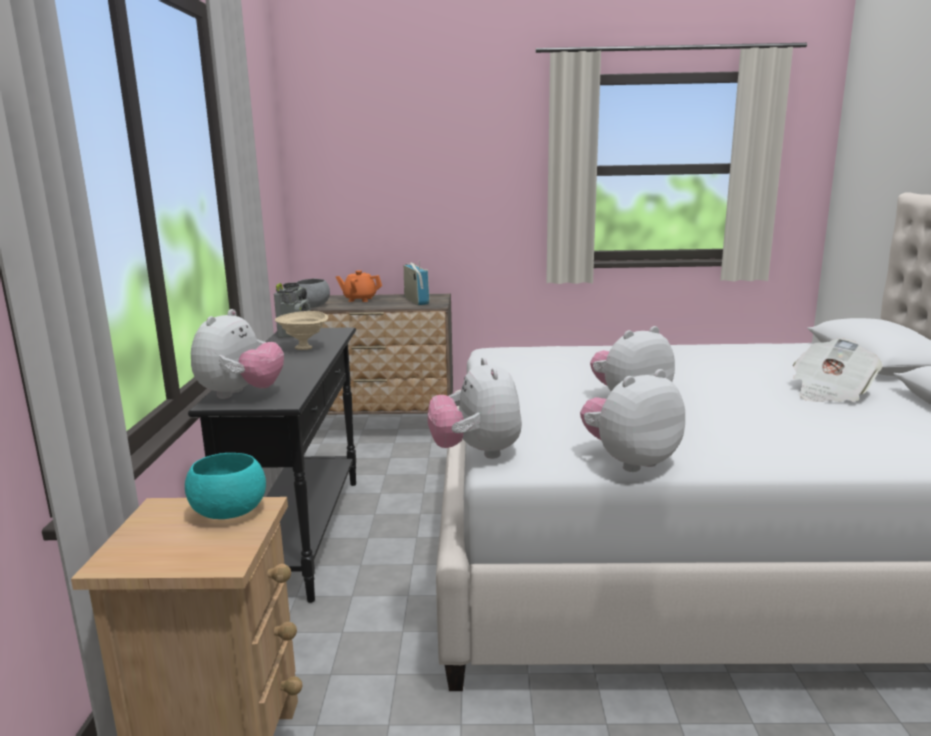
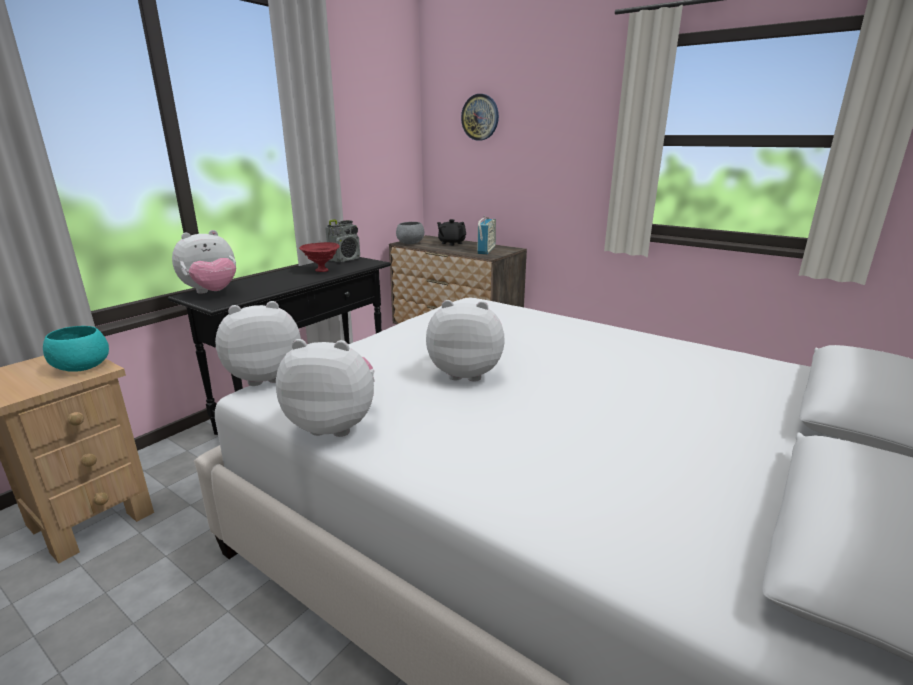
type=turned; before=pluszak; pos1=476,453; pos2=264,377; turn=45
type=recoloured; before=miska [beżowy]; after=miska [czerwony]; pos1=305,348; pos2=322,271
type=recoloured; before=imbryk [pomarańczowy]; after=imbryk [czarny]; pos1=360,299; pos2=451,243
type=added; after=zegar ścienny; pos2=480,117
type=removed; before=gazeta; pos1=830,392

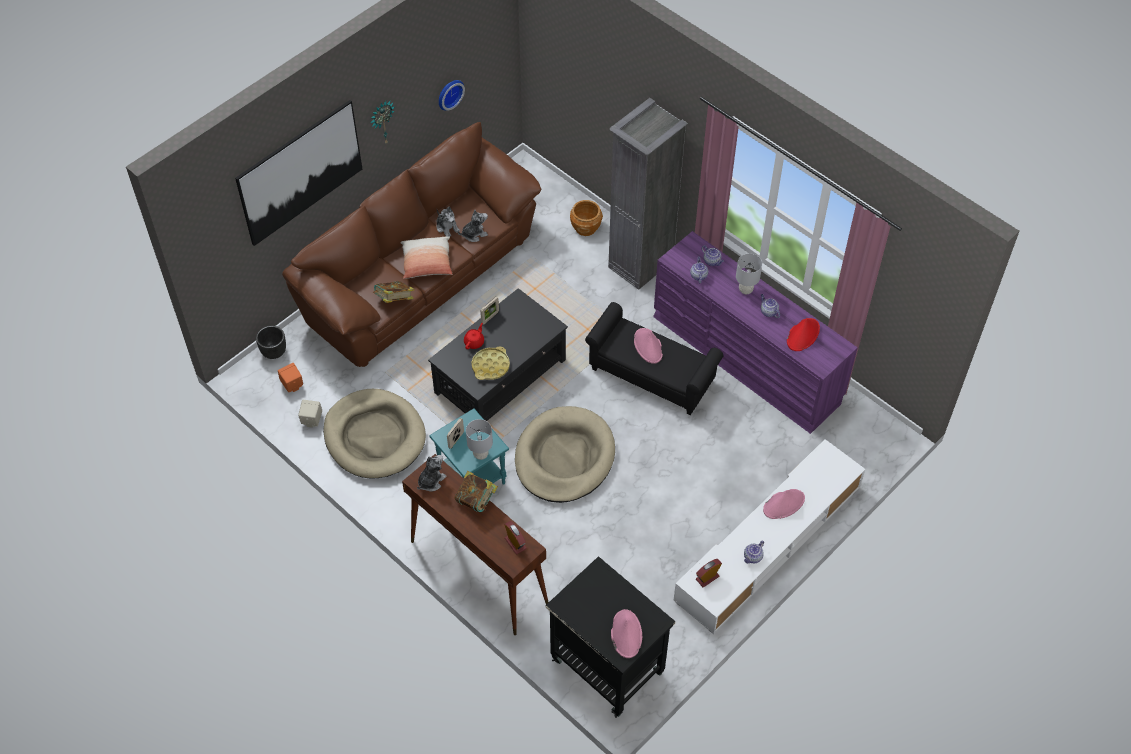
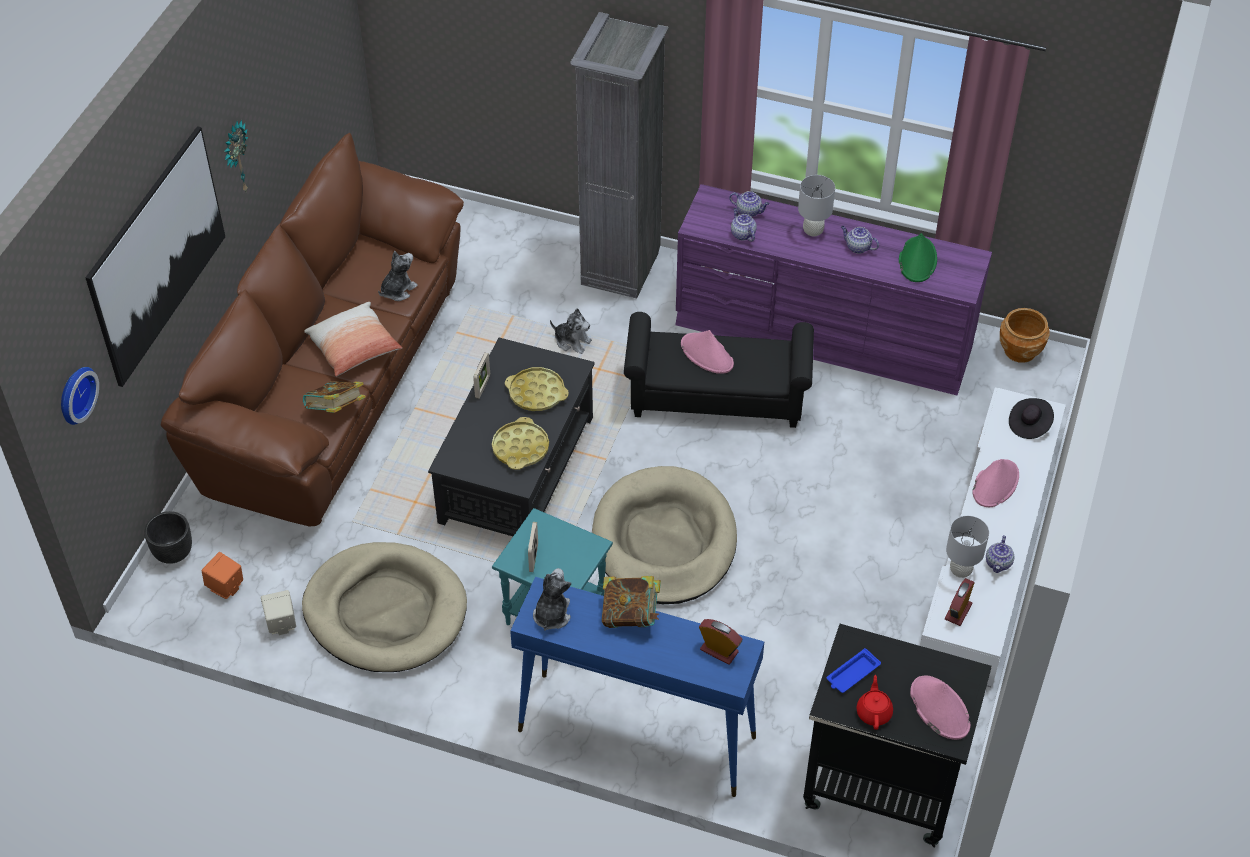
type=moved; before=zegar ścienny; pos1=449,93; pos2=74,394
type=added; after=taca [żółty]; pos2=536,393
type=recoloured; before=stolik konsolowy [brązowy]; after=stolik konsolowy [niebieski]; pos1=478,571; pos2=635,733
type=moved; before=pluszak; pos1=447,227; pos2=572,341
type=added; after=taca [niebieski]; pos2=852,674
type=moved; before=imbryk [czerwony]; pos1=474,342; pos2=874,712
type=recoloured; before=kapelusz [czerwony]; after=kapelusz [zielony]; pos1=803,335; pos2=917,260
type=moved; before=lampa stołowa [szary]; pos1=481,454; pos2=961,570
type=moved; before=donica [brązowy]; pos1=586,228; pos2=1020,350
type=added; after=kapelusz [czarny]; pos2=1029,425

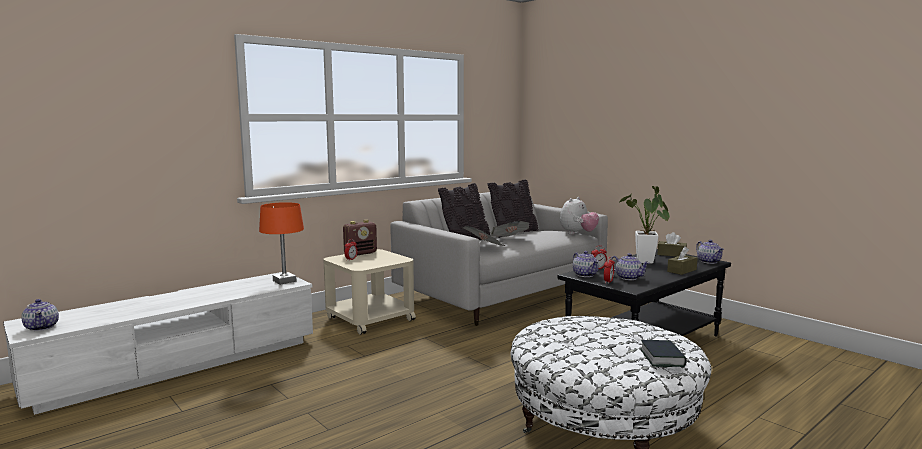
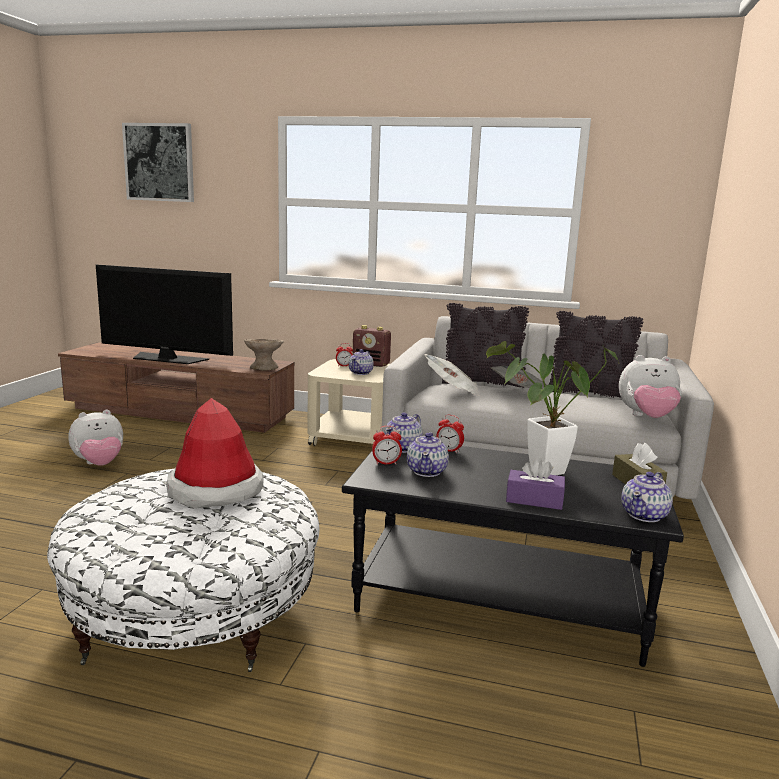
type=recoloured; before=szafka pod telewizor [biały]; after=szafka pod telewizor [brązowy]; pos1=179,365; pos2=179,413
type=added; after=pluszak; pos2=99,464
type=added; after=telewizor; pos2=167,359
type=added; after=obraz; pos2=159,162
type=added; after=kapelusz; pos2=216,490
type=replaced; before=lampa stołowa [pomarańczowy]; after=miska [beżowy]; pos1=284,281; pos2=264,367
type=moved; before=imbryk; pos1=42,327; pos2=361,373
type=recoloured; before=pudełko chusteczek [brązowy]; after=pudełko chusteczek [fioletowy]; pos1=682,270; pos2=534,500
type=removed; before=książka; pos1=662,358

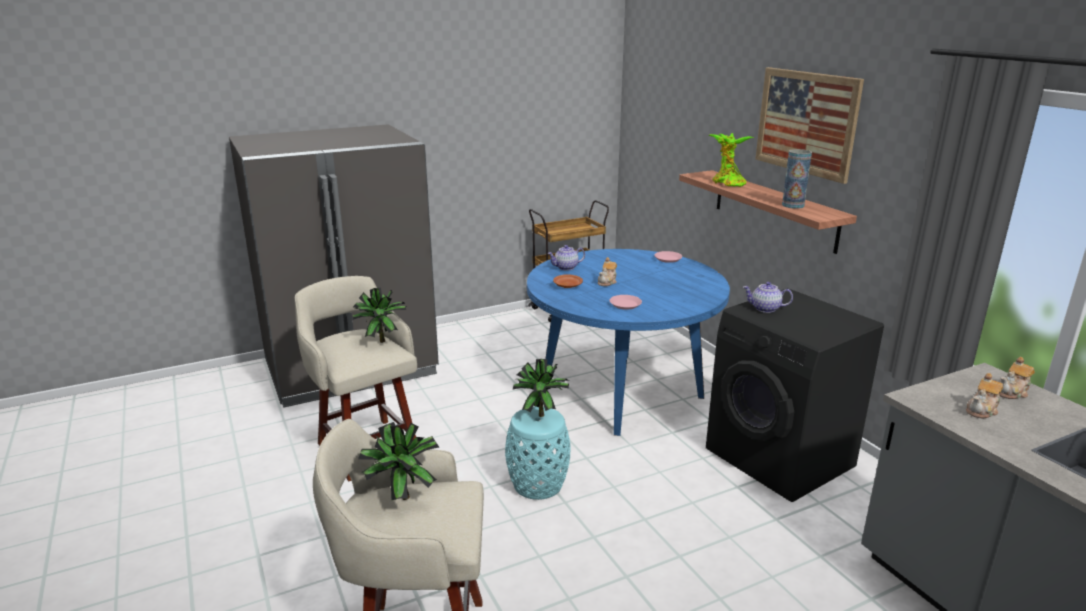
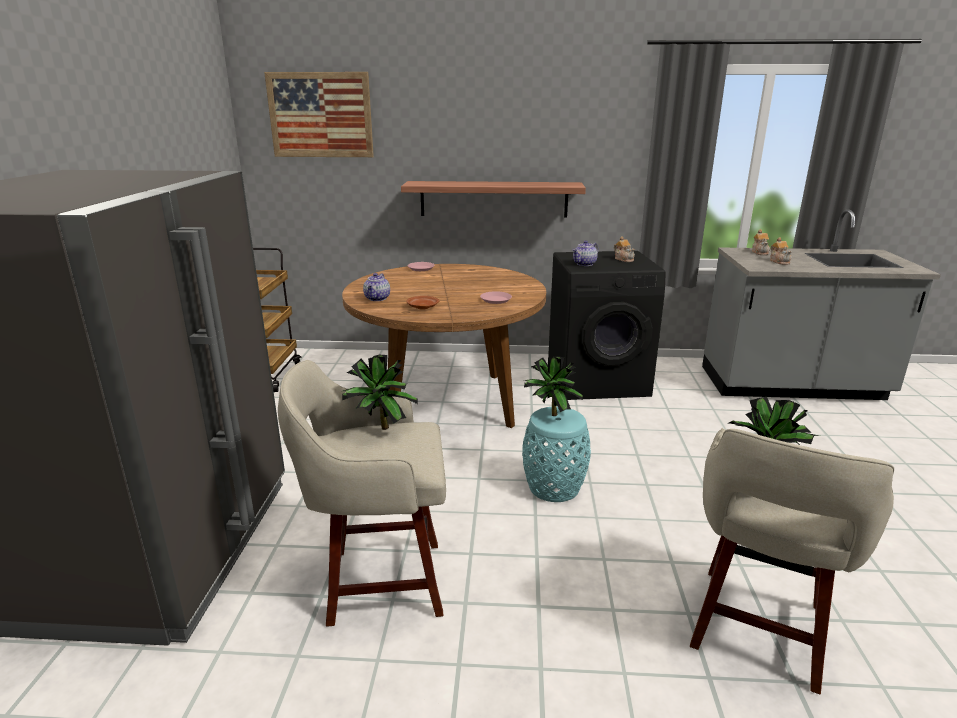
type=moved; before=obraz; pos1=806,122; pos2=320,115
type=recoloured; before=stół jadalny [niebieski]; after=stół jadalny [brązowy]; pos1=621,391; pos2=447,402
type=moved; before=imbryk; pos1=607,282; pos2=624,259
type=removed; before=roślina doniczkowa; pos1=727,183
type=removed; before=wazon; pos1=793,205

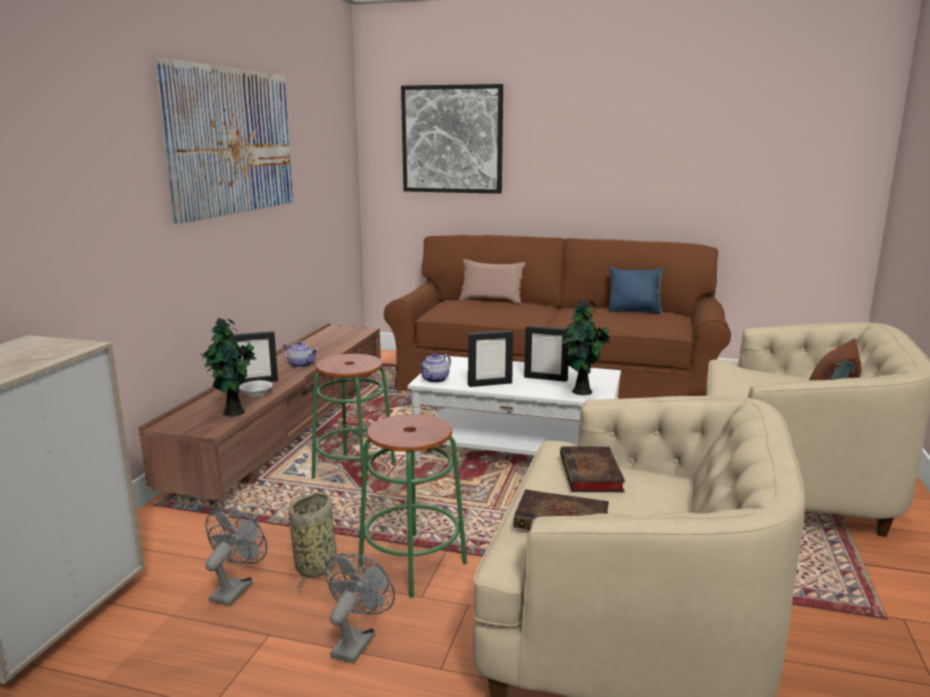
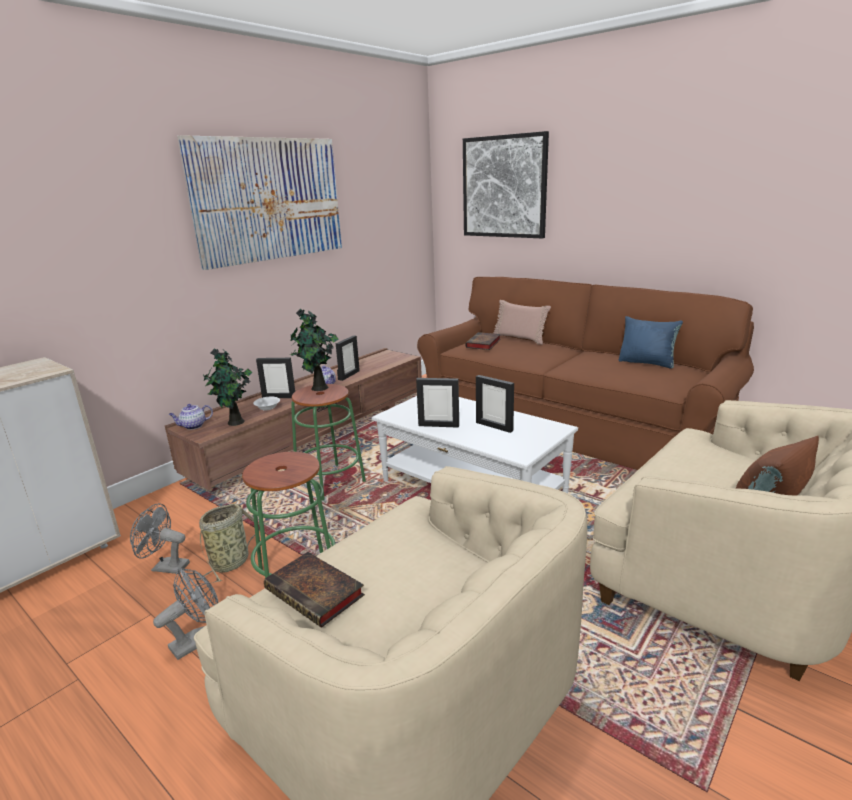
type=turned; before=wentylator [szary]; pos1=235,588; pos2=165,567; turn=-120
type=moved; before=imbryk; pos1=435,380; pos2=193,426
type=moved; before=roślina doniczkowa; pos1=582,392; pos2=318,388
type=added; after=ramka na zdjęcie; pos2=349,375
type=moved; before=książka; pos1=592,475; pos2=483,344

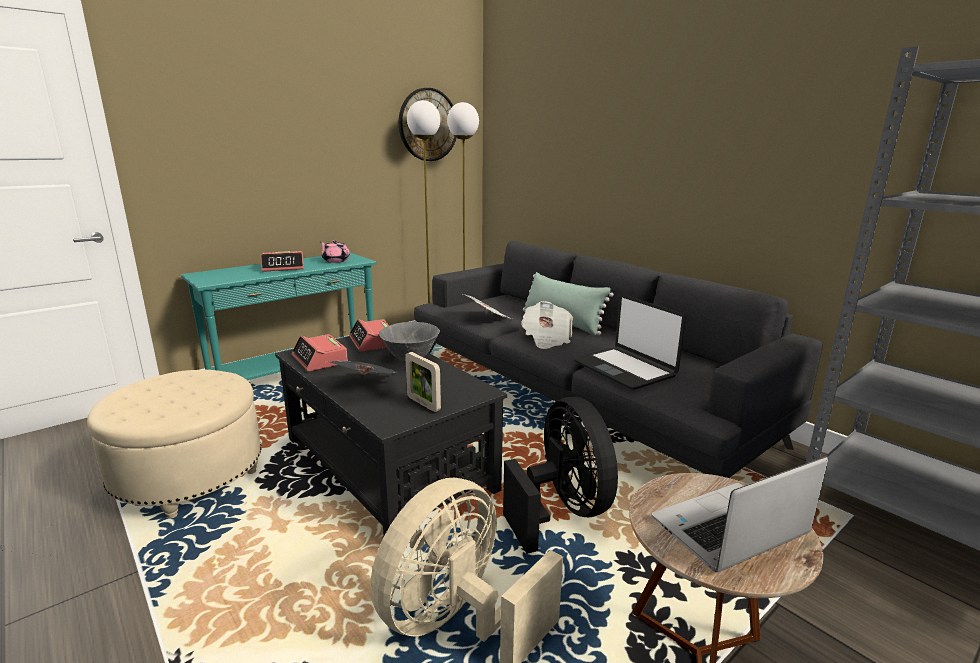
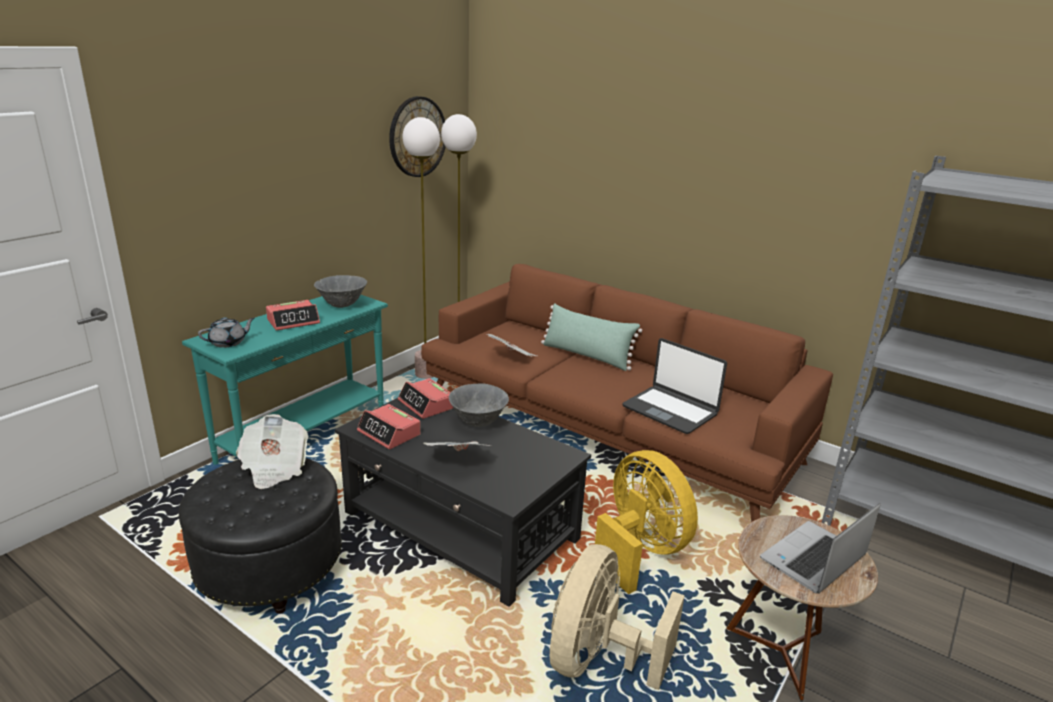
type=recoloured; before=pufa [beżowy]; after=pufa [czarny]; pos1=190,480; pos2=270,571
type=added; after=imbryk [szary]; pos2=228,342
type=moved; before=gazeta; pos1=546,339; pos2=274,467
type=replaced; before=imbryk [różowy]; after=miska [szary]; pos1=335,260; pos2=342,305
type=recoloured; before=kanapa [szary]; after=kanapa [brązowy]; pos1=577,396; pos2=606,429
type=recoloured; before=wentylator [czarny]; after=wentylator [żółty]; pos1=562,511; pos2=639,550
type=removed; before=ramka na zdjęcie; pos1=423,404

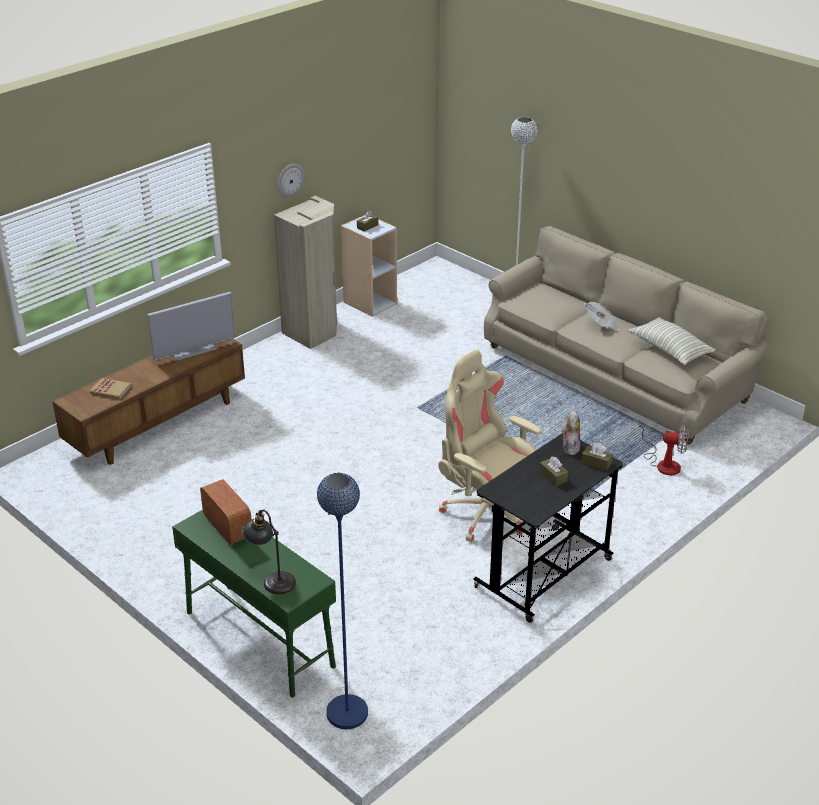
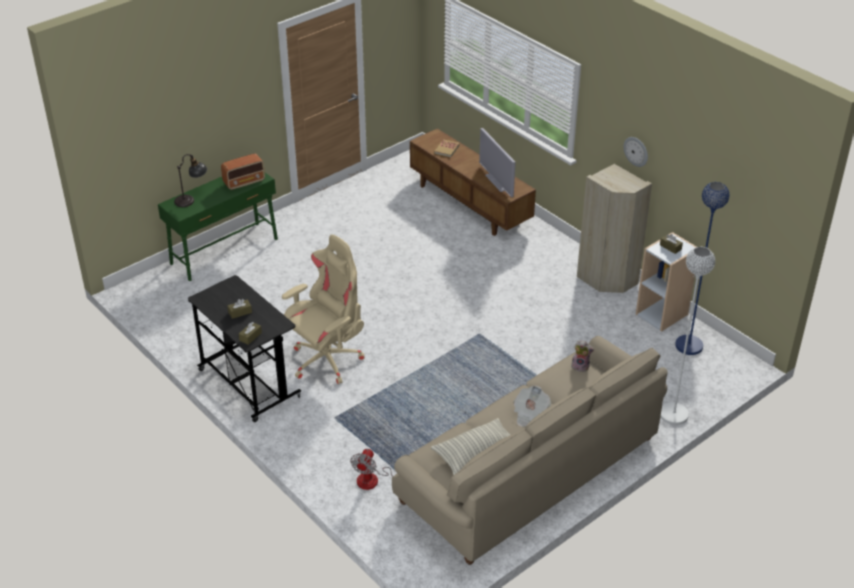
type=moved; before=pluszak; pos1=569,447; pos2=581,366
type=moved; before=lampa stojąca [niebieski]; pos1=347,713; pos2=688,345

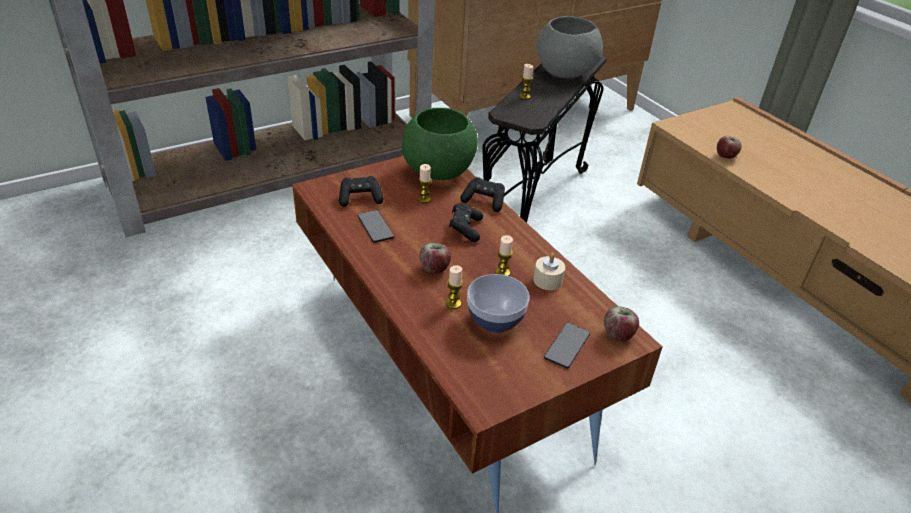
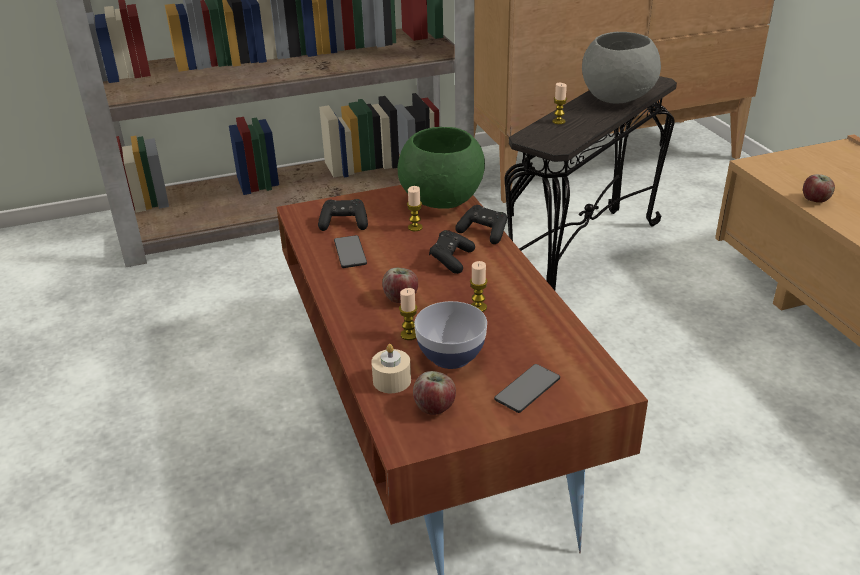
type=moved; before=świeca [beżowy]; pos1=547,280; pos2=392,380
type=moved; before=jabłko; pos1=618,334; pos2=435,407

